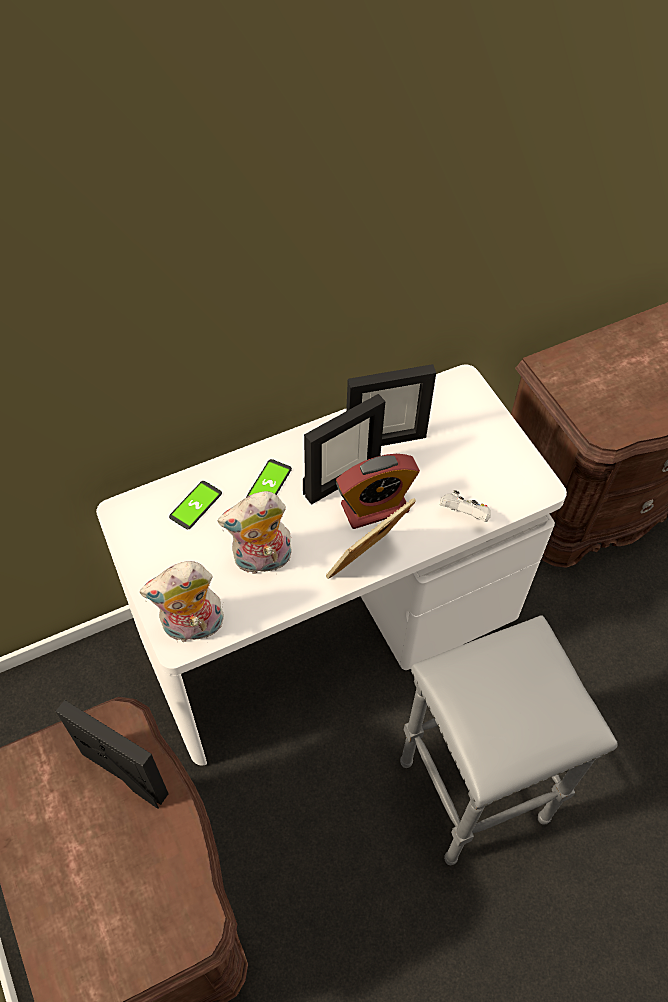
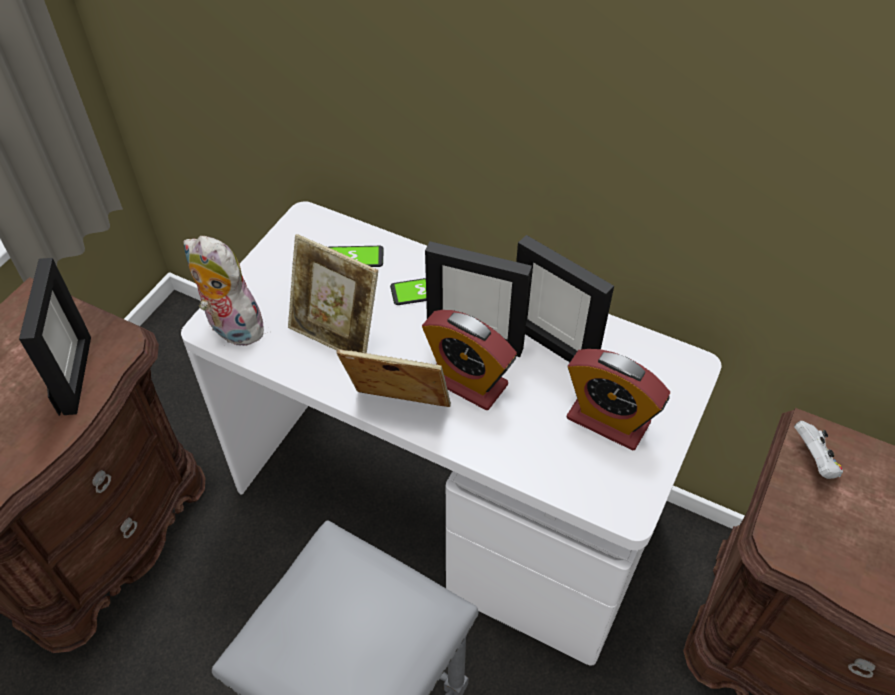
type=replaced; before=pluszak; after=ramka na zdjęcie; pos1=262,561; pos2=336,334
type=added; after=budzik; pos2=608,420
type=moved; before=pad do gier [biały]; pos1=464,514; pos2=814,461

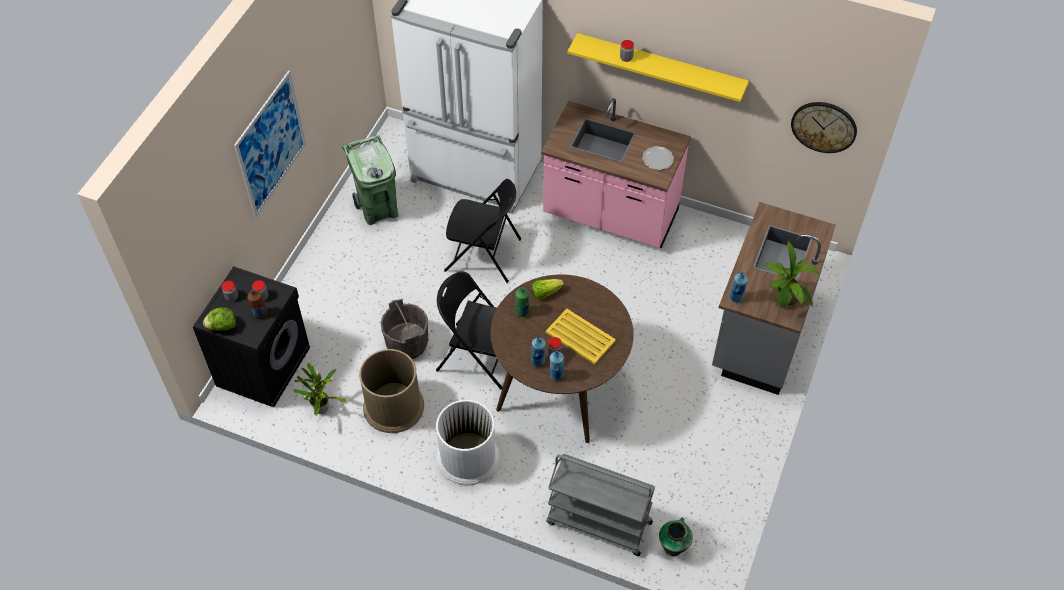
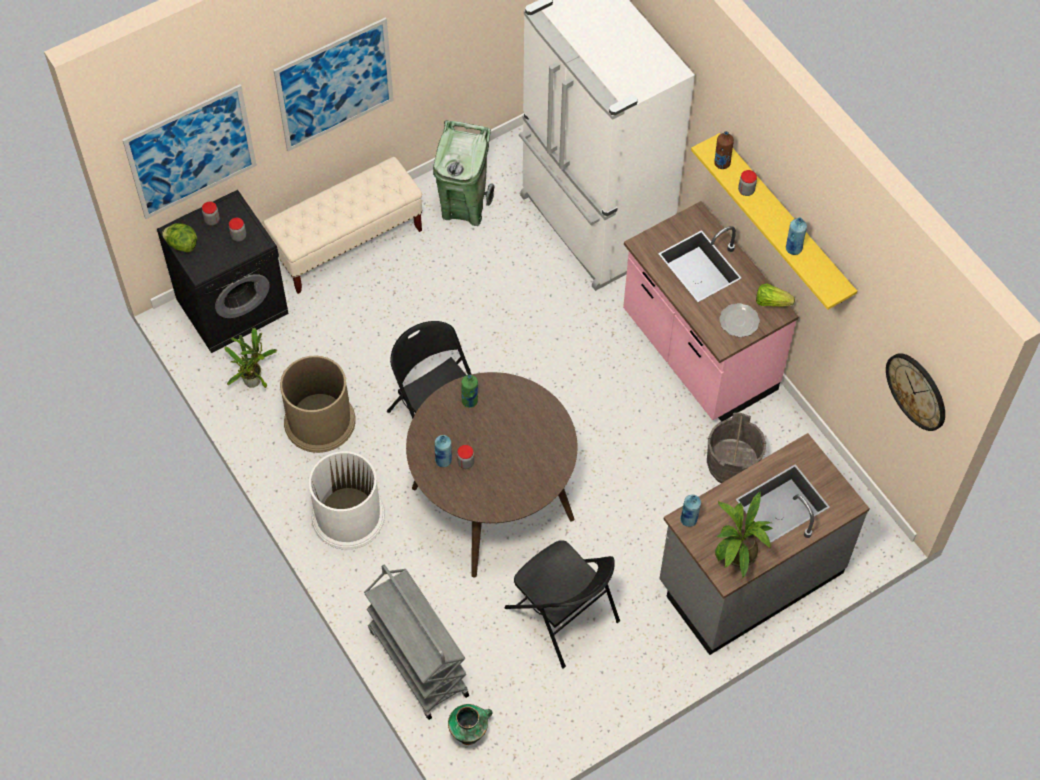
type=added; after=obraz; pos2=191,152
type=added; after=ławka [beżowy]; pos2=348,244
type=moved; before=krzesło [czarny]; pos1=483,255; pos2=562,614
type=moved; before=wiadro [szary]; pos1=407,344; pos2=731,465
type=moved; before=butelka [brązowy]; pos1=260,314; pos2=721,163
type=moved; before=sałata; pos1=545,293; pos2=771,302
type=moved; before=butelka [niebieski]; pos1=556,375; pos2=793,248
type=removed; before=taca [żółty]; pos1=580,336

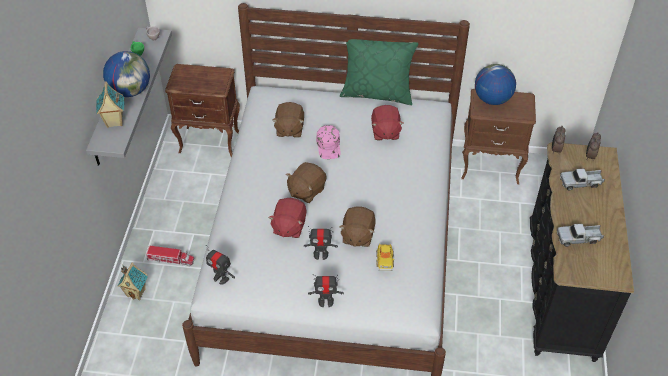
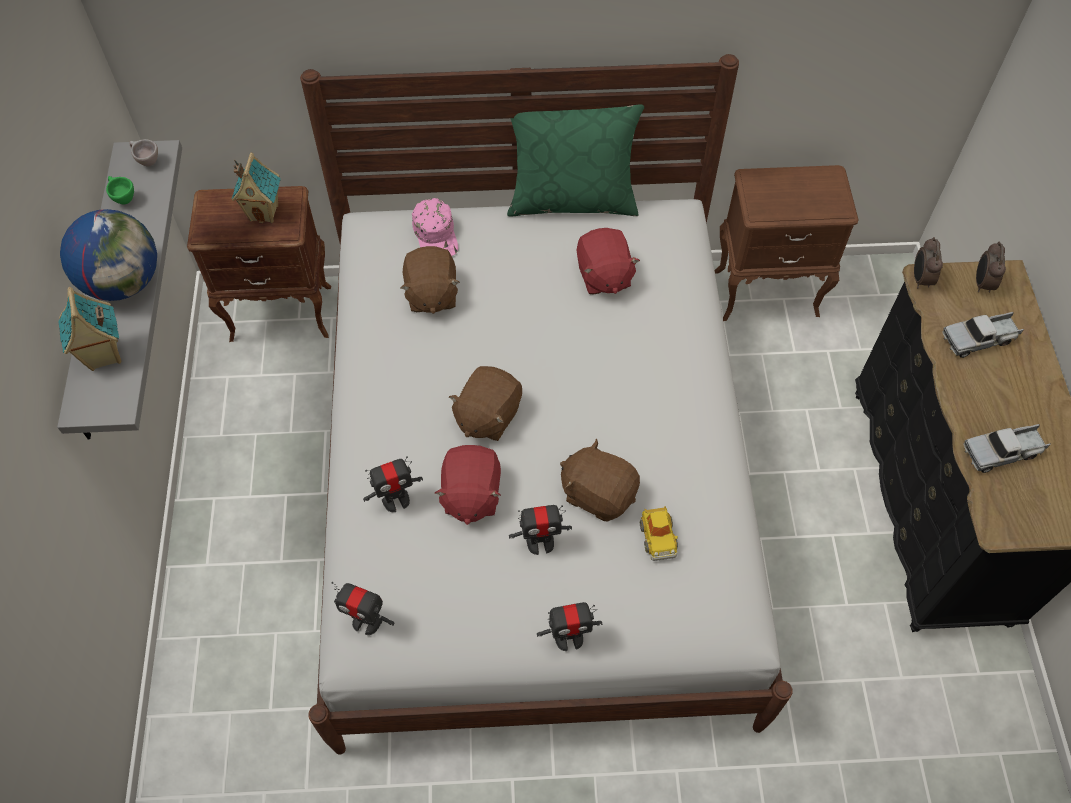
type=moved; before=domek; pos1=136,292; pos2=264,212
type=added; after=robot zabawkowy; pos2=396,500
type=moved; before=czapka z daszkiem [różowy]; pos1=329,146; pos2=436,234
type=turned; before=pluszak [brązowy]; pos1=357,235; pos2=598,493; turn=120
type=removed; before=ciężarówka zabawkowa; pos1=171,259
type=removed; before=globus; pos1=492,99

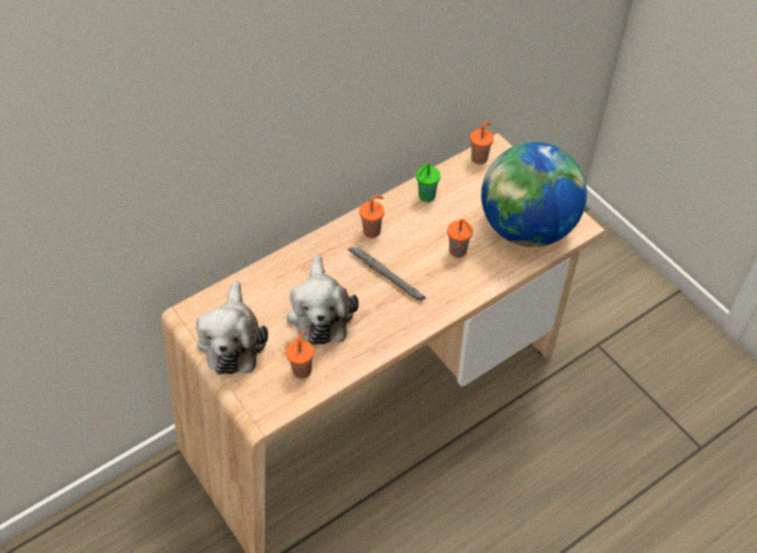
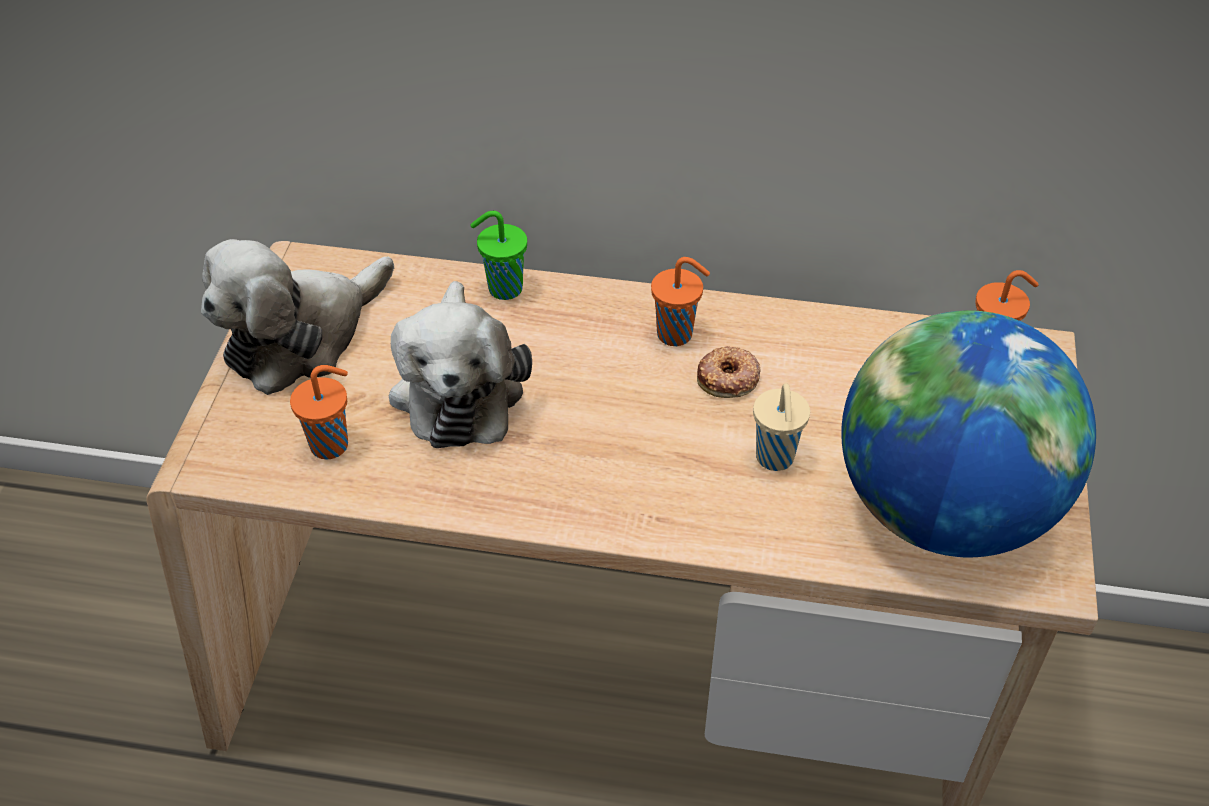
type=turned; before=pluszak; pos1=320,312; pos2=458,388; turn=-45
type=moved; before=filiżanka [zielony]; pos1=426,197; pos2=503,289
type=added; after=donut; pos2=729,378
type=recoloured; before=filiżanka [pomarańczowy]; after=filiżanka [beżowy]; pos1=458,251; pos2=775,459
type=removed; before=latarka [szary]; pos1=386,276

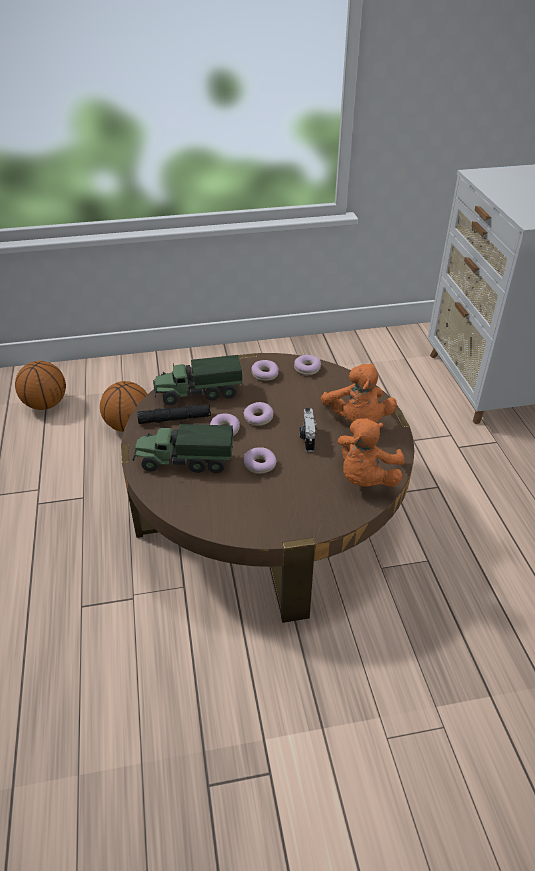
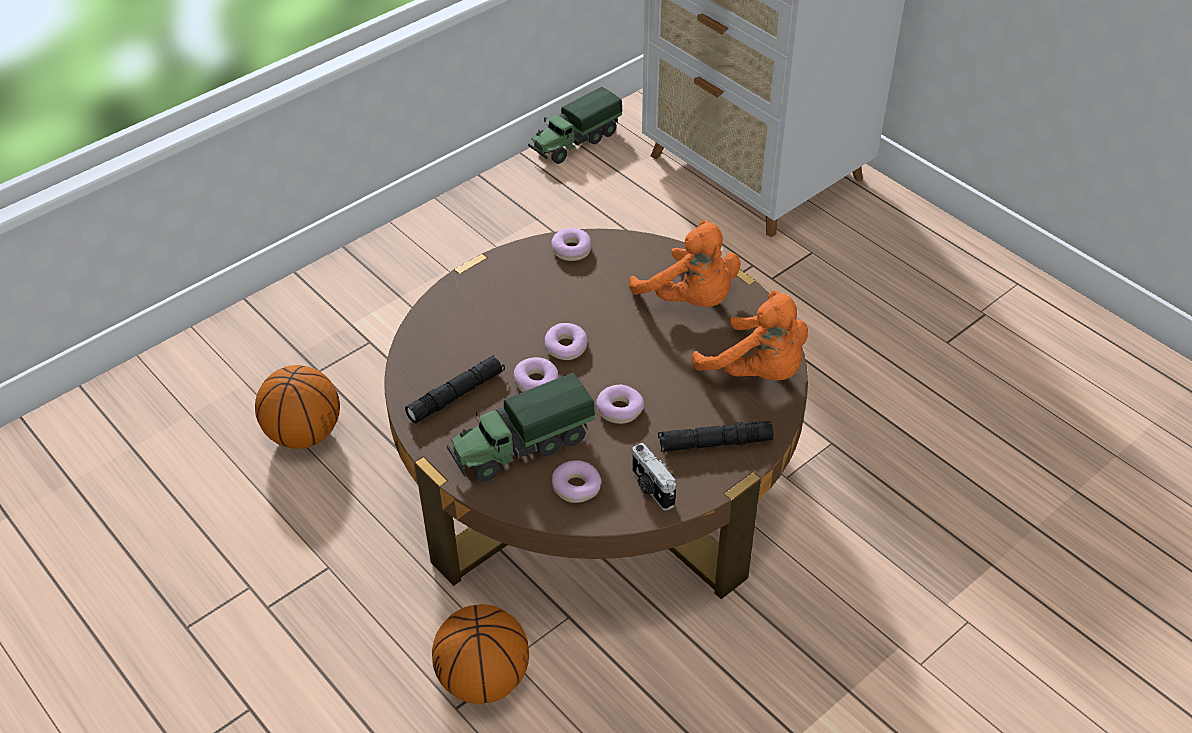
type=moved; before=piłka do koszykówki; pos1=46,404; pos2=483,679
type=moved; before=ciężarówka zabawkowa; pos1=198,393; pos2=575,142
type=moved; before=donut; pos1=265,374; pos2=576,487
type=moved; before=aparat fotograficzny; pos1=307,438; pos2=651,488
type=added; after=latarka [czarny]; pos2=714,443
type=turned; before=pluszak [pomarańczowy]; pos1=365,478; pos2=757,371; turn=-45

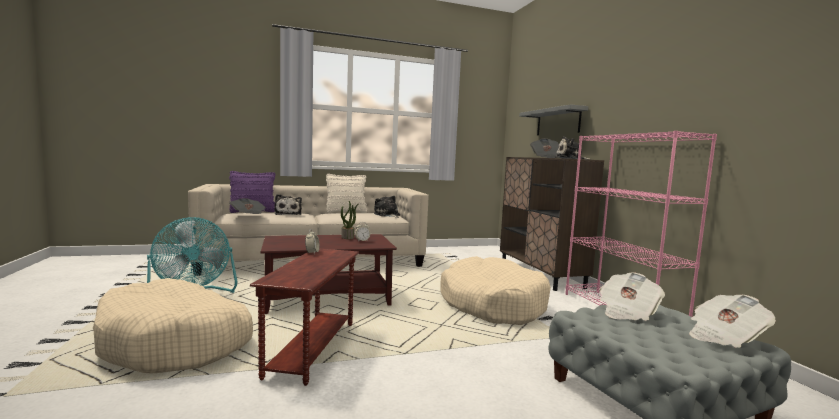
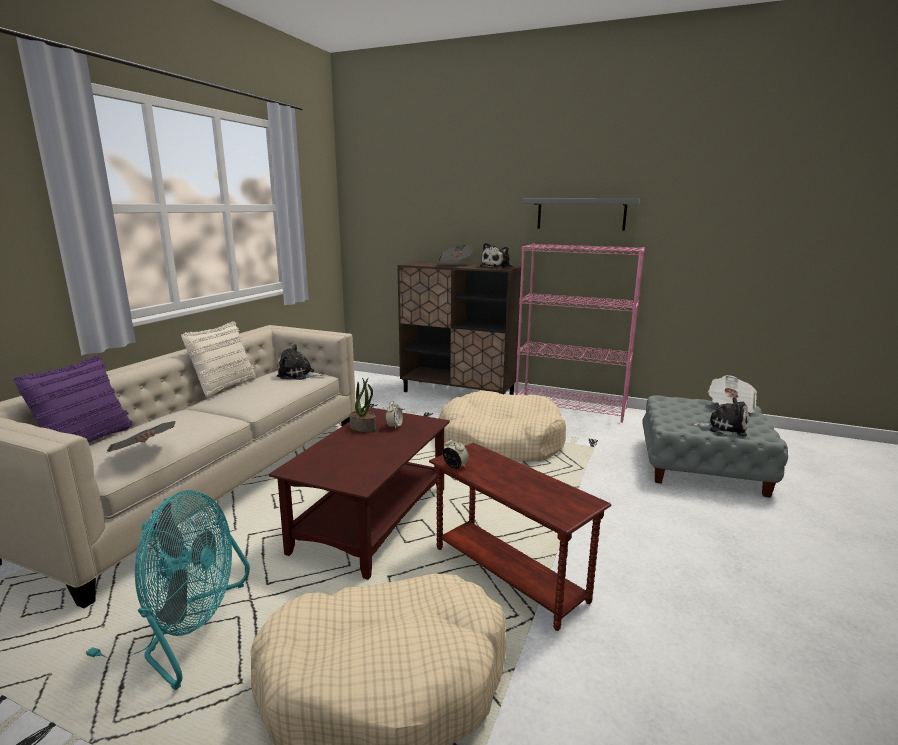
type=moved; before=półka [szary]; pos1=558,122; pos2=581,214
type=moved; before=pluszak; pos1=288,214; pos2=724,428
type=removed; before=gazeta; pos1=627,312

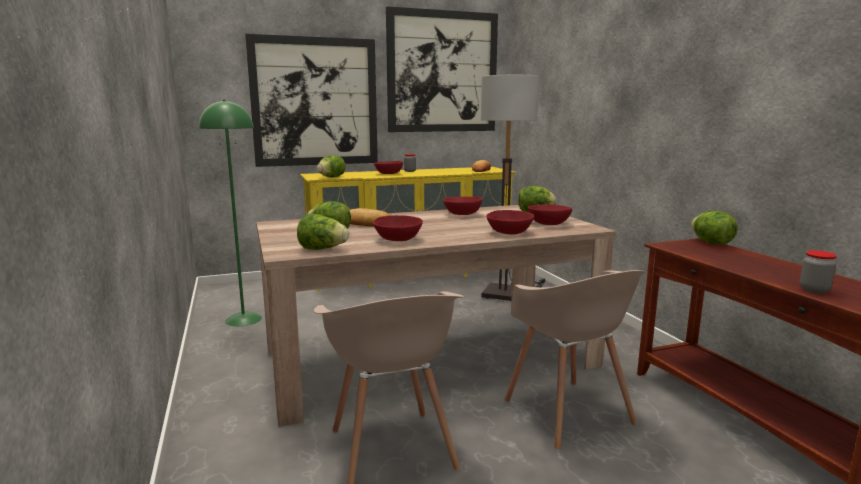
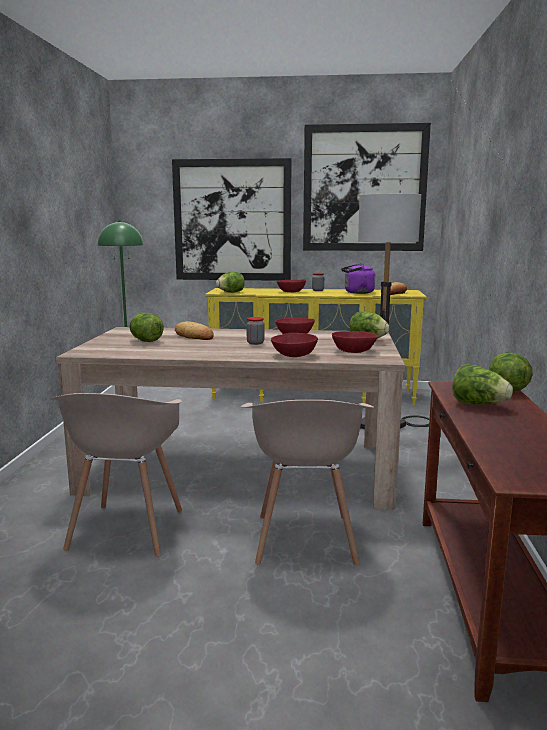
type=moved; before=słoik; pos1=814,290; pos2=255,343
type=added; after=czajnik [fioletowy]; pos2=357,293
type=moved; before=sałata; pos1=322,249; pos2=478,404
type=removed; before=miska [czerwony]; pos1=398,239

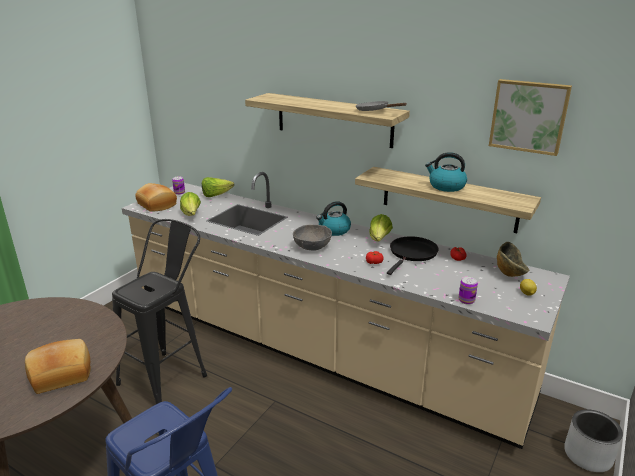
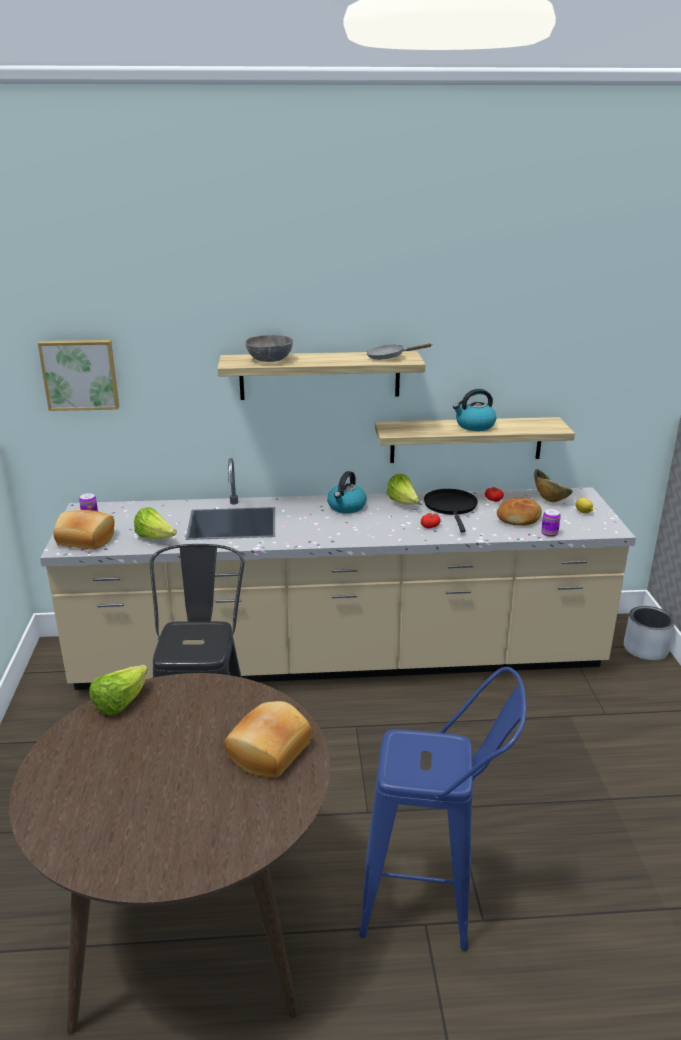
type=moved; before=obraz; pos1=529,116; pos2=80,374
type=moved; before=sałata; pos1=216,195; pos2=120,703
type=moved; before=miska [szary]; pos1=312,246; pos2=270,359
type=added; after=chleb; pos2=519,518

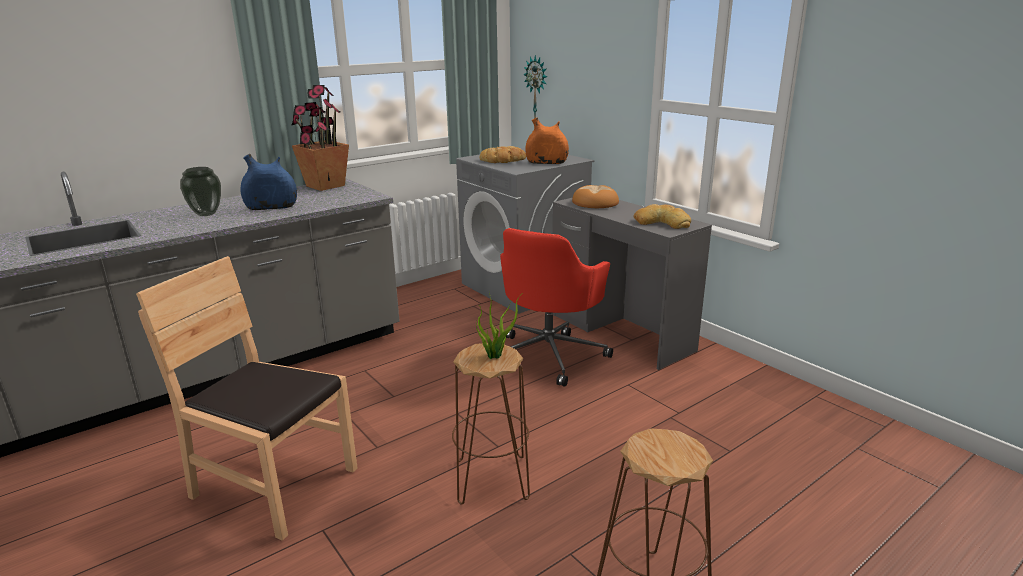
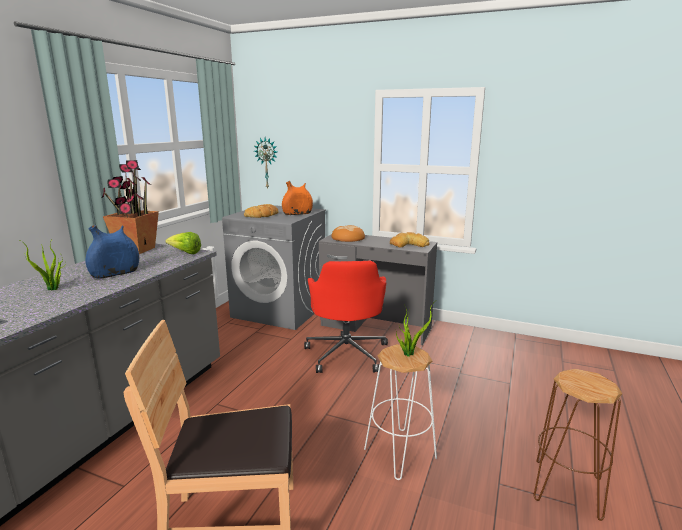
type=replaced; before=wazon; after=roślina doniczkowa; pos1=207,214; pos2=53,289
type=added; after=sałata; pos2=185,253
type=recoloured; before=stołek [brązowy]; after=stołek [biały]; pos1=492,480; pos2=400,453

